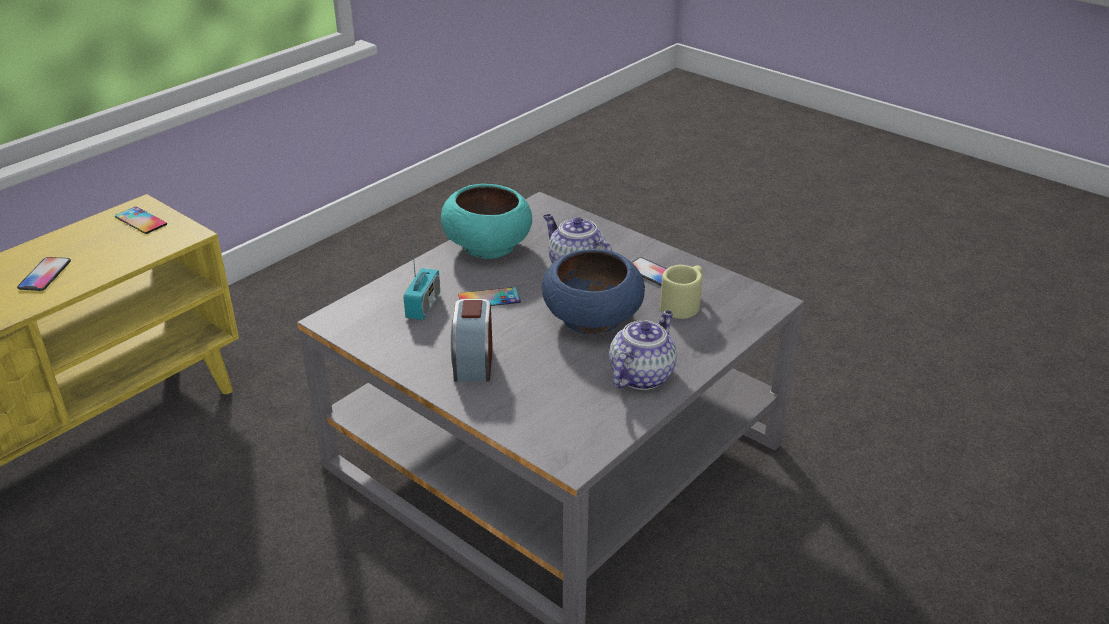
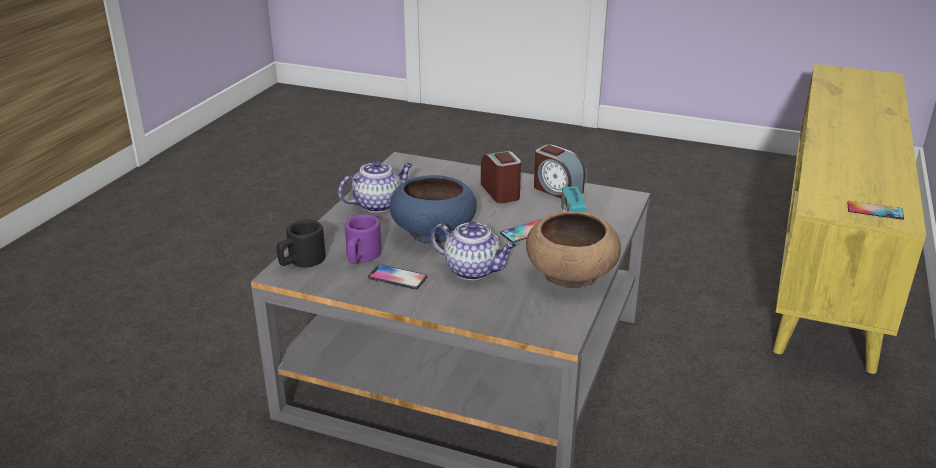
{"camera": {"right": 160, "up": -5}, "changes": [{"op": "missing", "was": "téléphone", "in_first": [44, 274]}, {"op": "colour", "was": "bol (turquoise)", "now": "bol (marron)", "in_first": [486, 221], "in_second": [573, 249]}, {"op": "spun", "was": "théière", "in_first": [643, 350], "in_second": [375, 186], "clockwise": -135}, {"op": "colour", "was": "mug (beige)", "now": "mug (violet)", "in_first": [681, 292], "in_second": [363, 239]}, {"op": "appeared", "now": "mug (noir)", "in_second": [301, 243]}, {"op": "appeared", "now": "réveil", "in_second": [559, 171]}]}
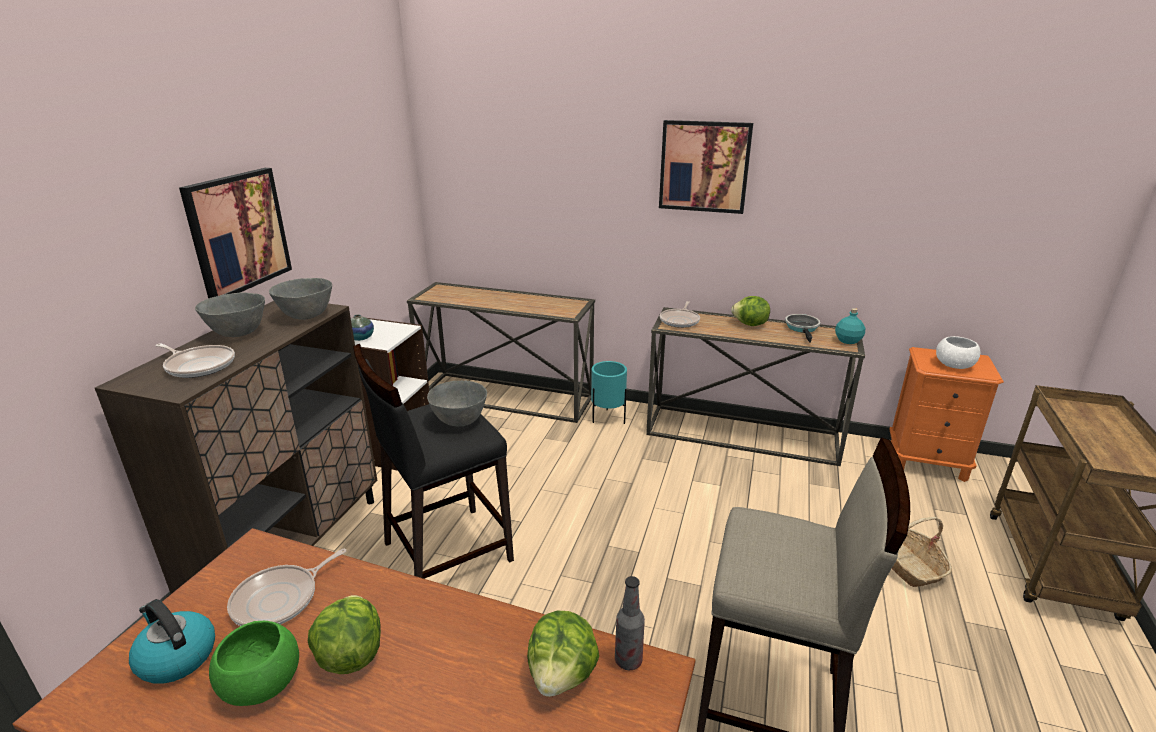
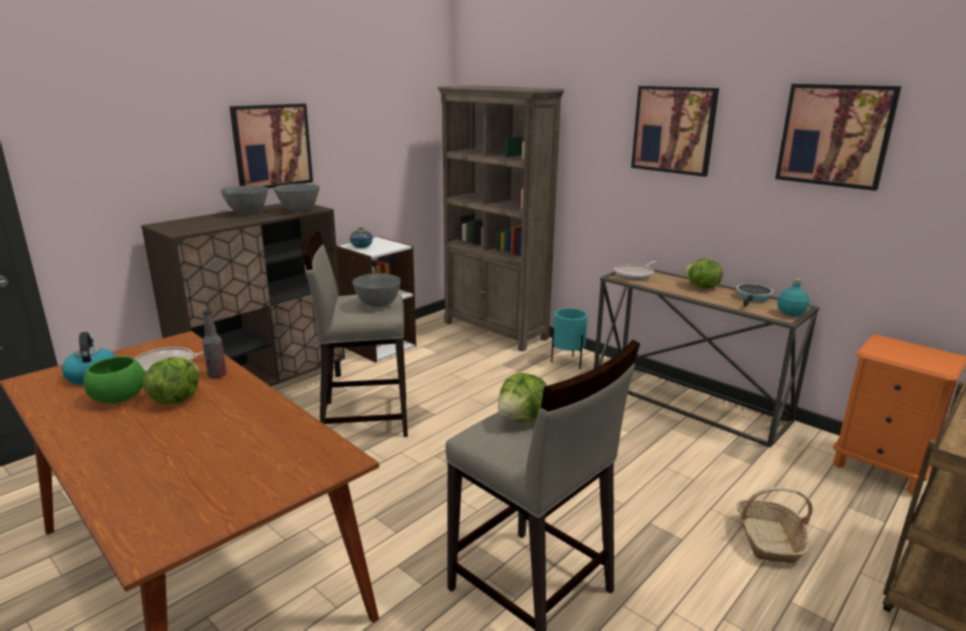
{"camera": {"right": 25, "up": -5}, "changes": [{"op": "missing", "was": "poêle", "in_first": [195, 360]}, {"op": "colour", "was": "tabouret (noir)", "now": "tabouret (beige)", "in_first": [433, 461], "in_second": [355, 334]}, {"op": "exchanged", "was": "table console", "now": "bibliothèque (marron)", "in_first": [501, 352], "in_second": [501, 218]}, {"op": "relocated", "was": "laitue", "in_first": [563, 654], "in_second": [522, 398]}, {"op": "relocated", "was": "bouteille", "in_first": [630, 623], "in_second": [214, 344]}, {"op": "missing", "was": "bol (blanc)", "in_first": [958, 352]}, {"op": "appeared", "now": "tableau", "in_second": [838, 137]}]}
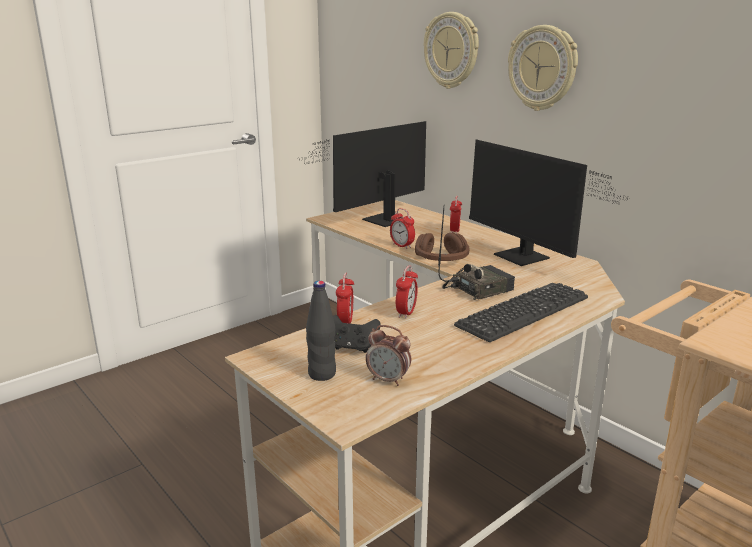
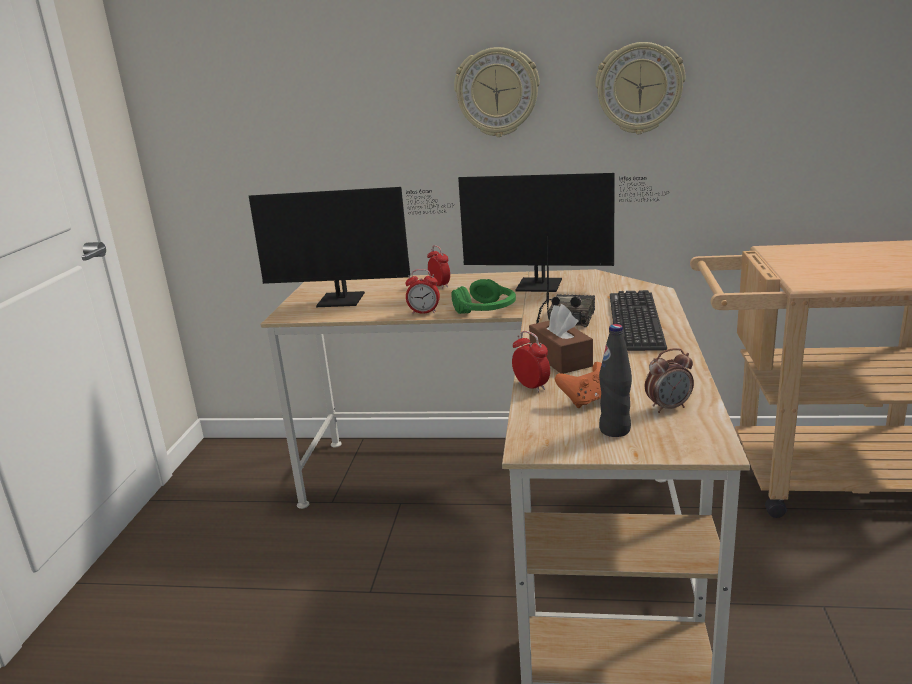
{"camera": {"right": -40, "up": 0}, "changes": [{"op": "spun", "was": "écran d'ordinateur", "in_first": [361, 174], "in_second": [351, 247], "clockwise": -90}, {"op": "colour", "was": "manette (noir)", "now": "manette (orange)", "in_first": [357, 334], "in_second": [578, 385]}, {"op": "exchanged", "was": "réveil", "now": "boîte à mouchoirs (marron)", "in_first": [407, 292], "in_second": [561, 339]}, {"op": "colour", "was": "casque audio (marron)", "now": "casque audio (vert)", "in_first": [442, 247], "in_second": [483, 296]}, {"op": "relocated", "was": "horloge murale", "in_first": [451, 50], "in_second": [640, 88]}]}
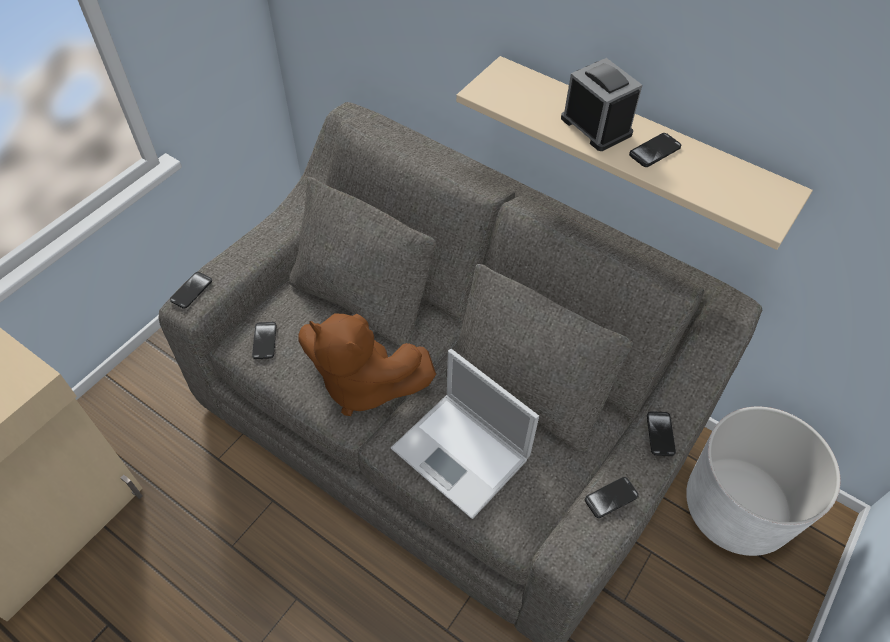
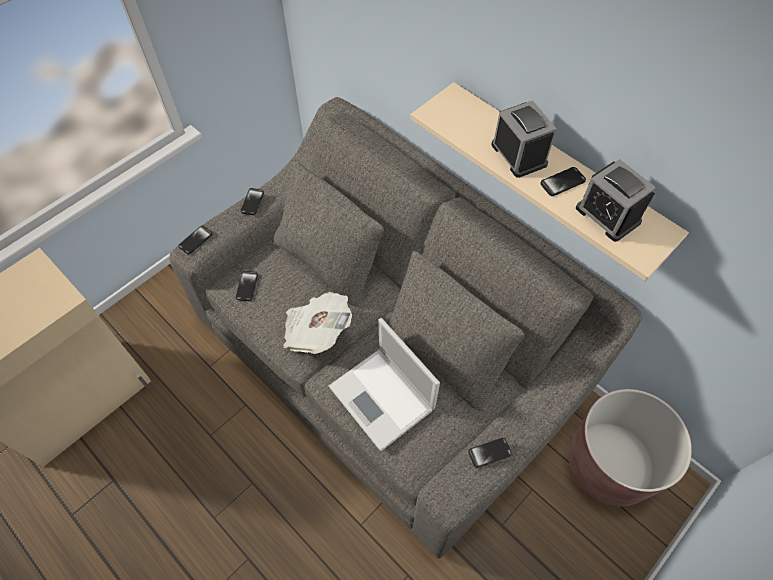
{"camera": {"right": 10, "up": 5}, "changes": [{"op": "exchanged", "was": "peluche (marron)", "now": "journal", "in_first": [367, 364], "in_second": [317, 323]}, {"op": "relocated", "was": "téléphone", "in_first": [661, 433], "in_second": [252, 201]}, {"op": "colour", "was": "cache-pot (blanc)", "now": "cache-pot (marron)", "in_first": [763, 481], "in_second": [630, 447]}, {"op": "appeared", "now": "réveil", "in_second": [616, 200]}]}
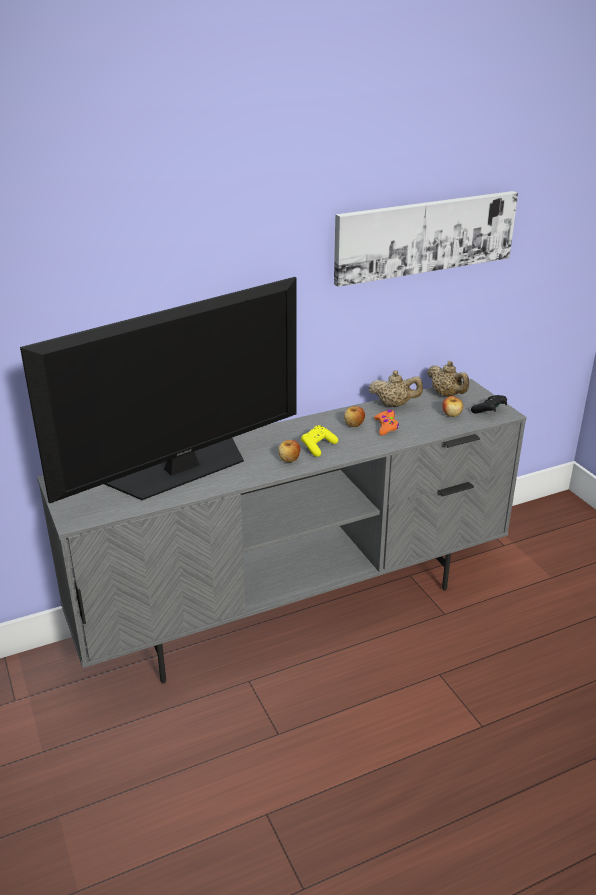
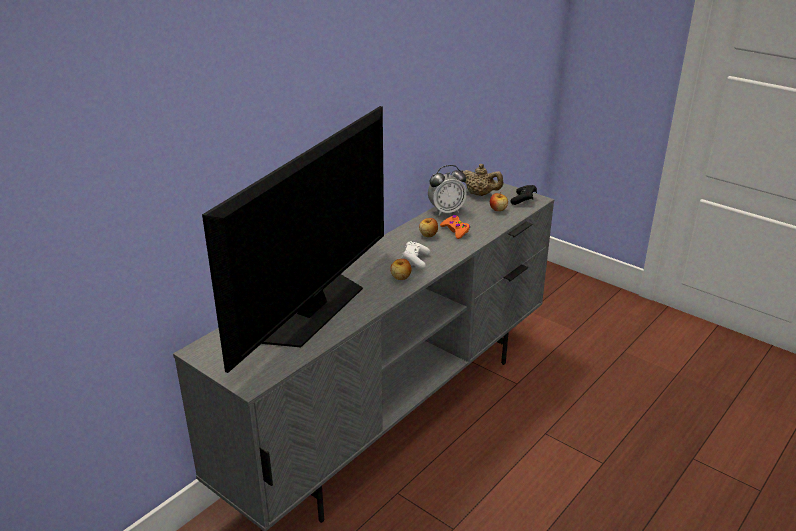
{"camera": {"right": -25, "up": 0}, "changes": [{"op": "colour", "was": "manette (jaune)", "now": "manette (blanc)", "in_first": [319, 441], "in_second": [416, 255]}, {"op": "missing", "was": "tableau", "in_first": [426, 239]}, {"op": "exchanged", "was": "théière (beige)", "now": "réveil", "in_first": [396, 389], "in_second": [447, 190]}]}
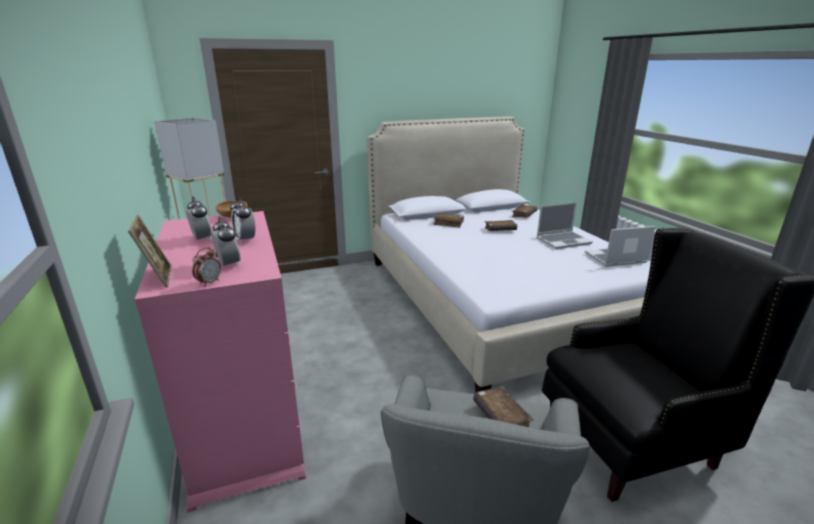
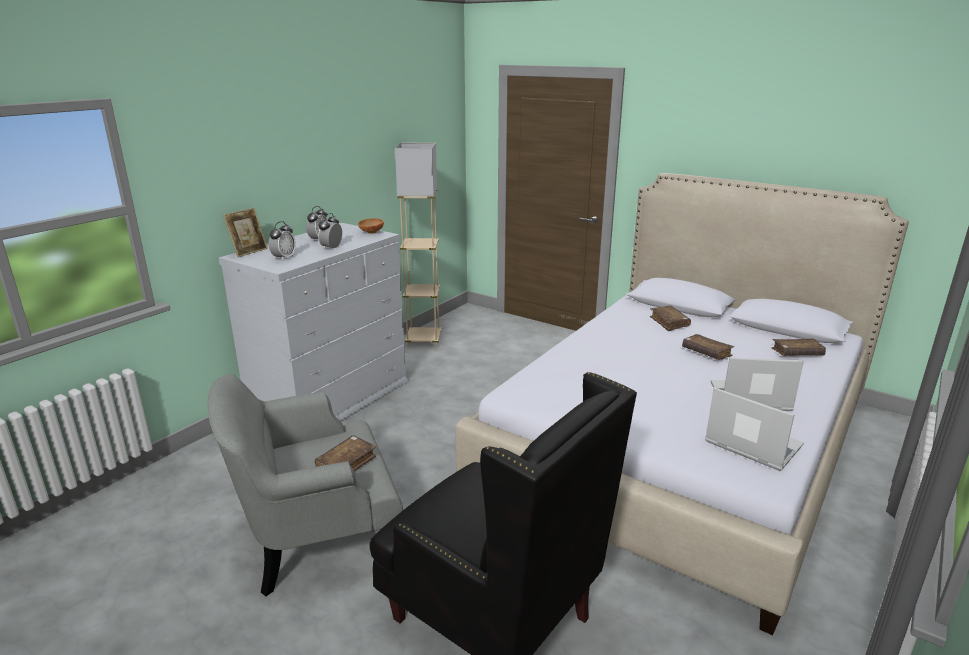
{"camera": {"right": 55, "up": 0}, "changes": [{"op": "colour", "was": "commode (rose)", "now": "commode (blanc)", "in_first": [220, 362], "in_second": [314, 322]}, {"op": "missing", "was": "réveil", "in_first": [206, 267]}, {"op": "spun", "was": "ordinateur portable", "in_first": [565, 225], "in_second": [757, 384], "clockwise": 150}]}
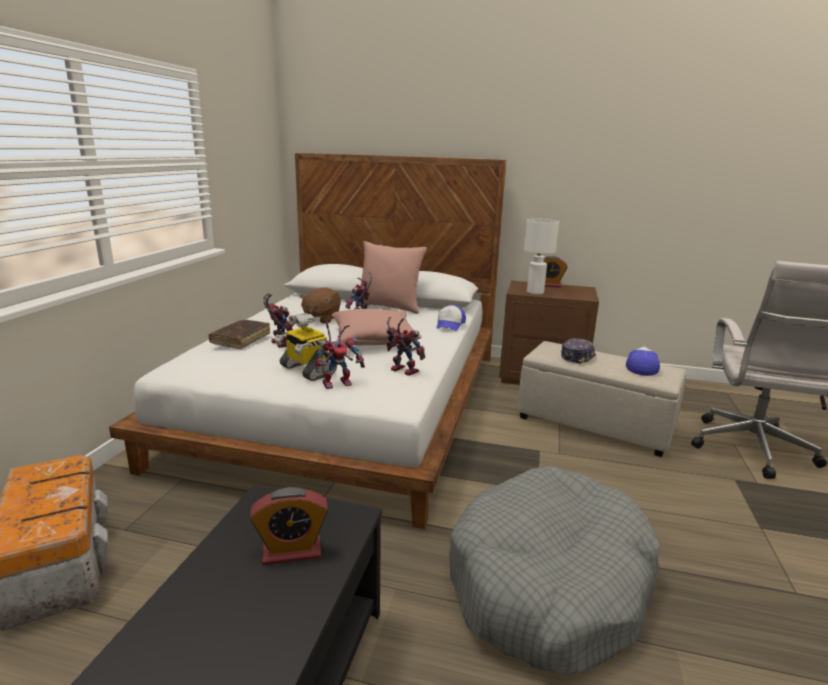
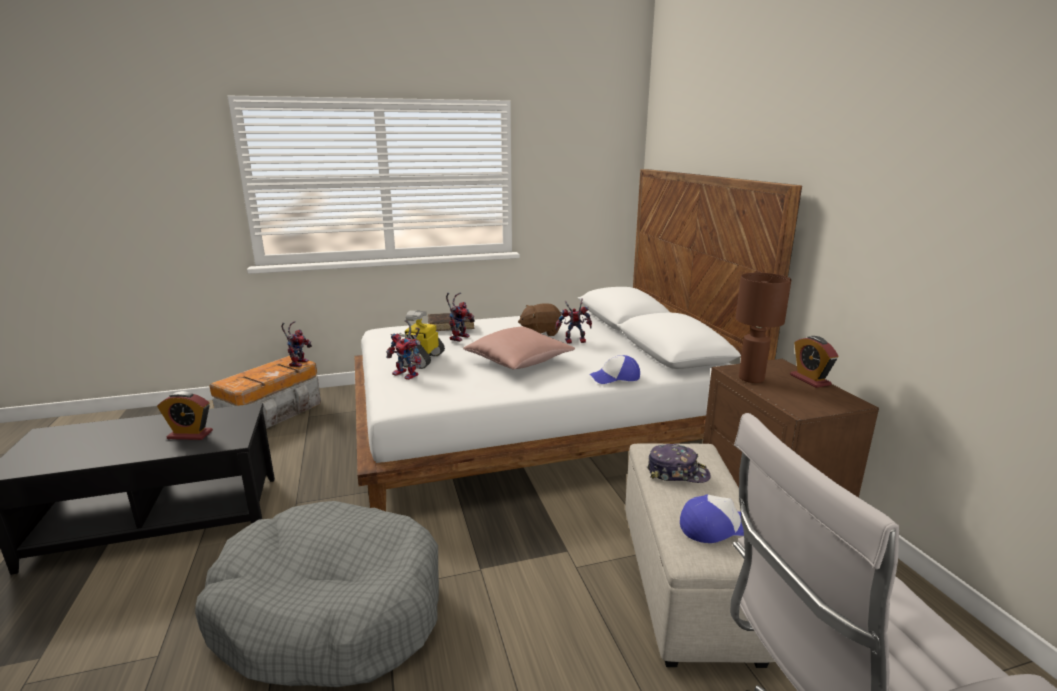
{"camera": {"right": 60, "up": 0}, "changes": [{"op": "spun", "was": "réveil", "in_first": [289, 526], "in_second": [185, 415], "clockwise": -45}, {"op": "missing", "was": "coussin (rose)", "in_first": [392, 277]}, {"op": "relocated", "was": "robot jouet", "in_first": [405, 346], "in_second": [296, 344]}, {"op": "colour", "was": "lampe de table (blanc)", "now": "lampe de table (marron)", "in_first": [541, 257], "in_second": [763, 328]}]}
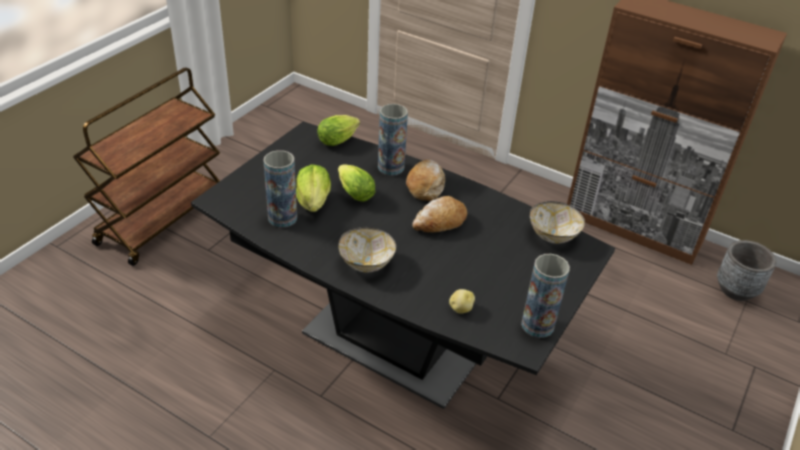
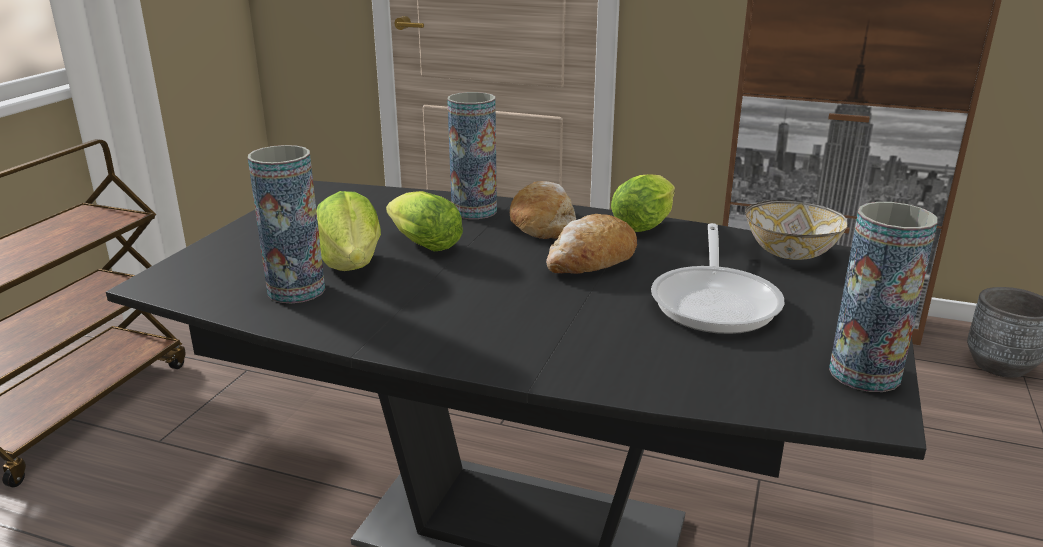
{"camera": {"right": -10, "up": -15}, "changes": [{"op": "relocated", "was": "laitue", "in_first": [338, 130], "in_second": [643, 203]}, {"op": "missing", "was": "bol", "in_first": [367, 249]}, {"op": "missing", "was": "pomme de terre", "in_first": [462, 301]}, {"op": "appeared", "now": "poêle", "in_second": [717, 278]}]}
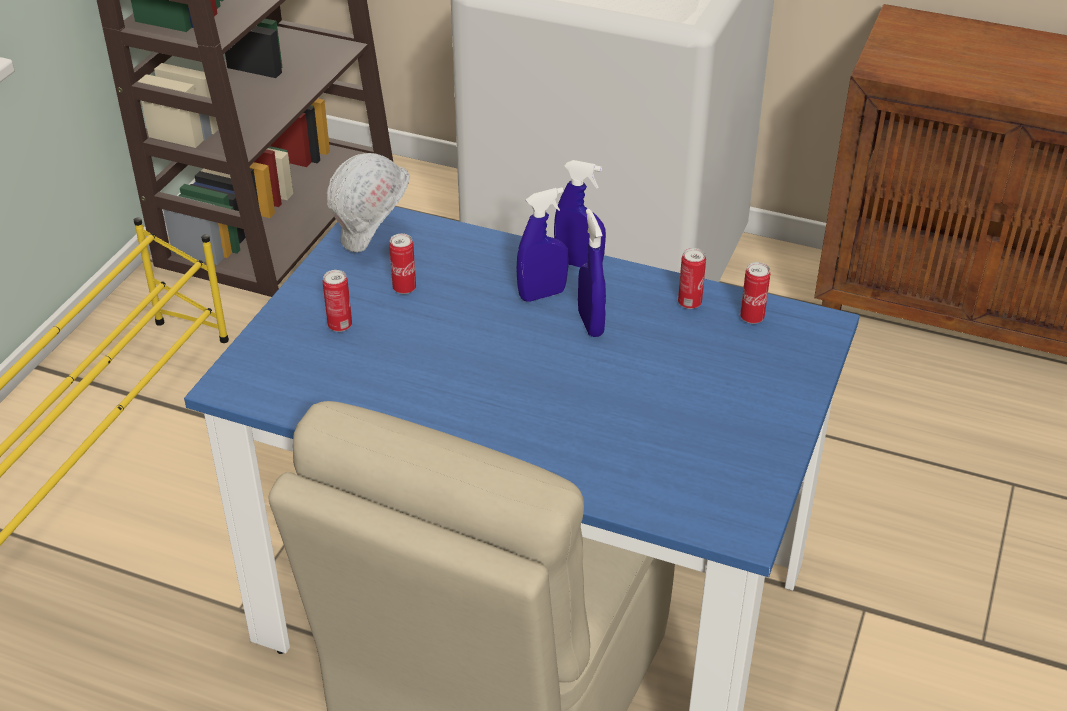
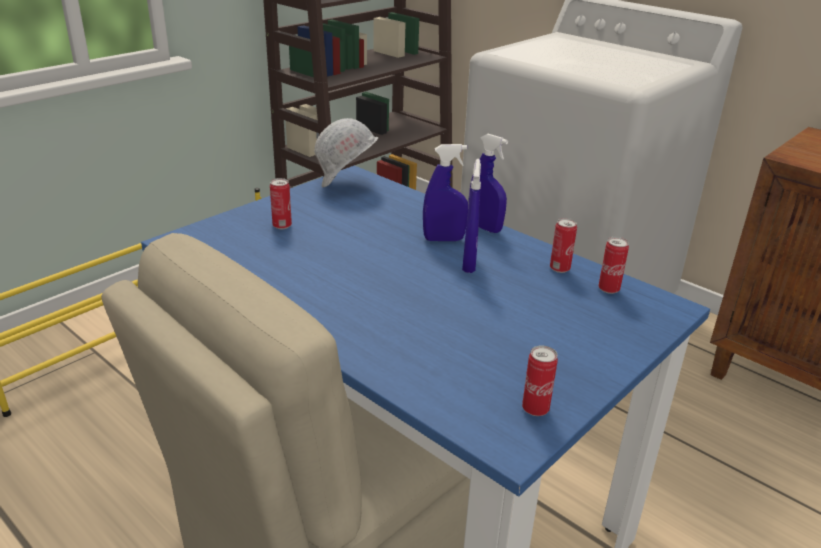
{"camera": {"right": 20, "up": -10}, "changes": [{"op": "relocated", "was": "boîte métallique", "in_first": [402, 263], "in_second": [540, 380]}]}
